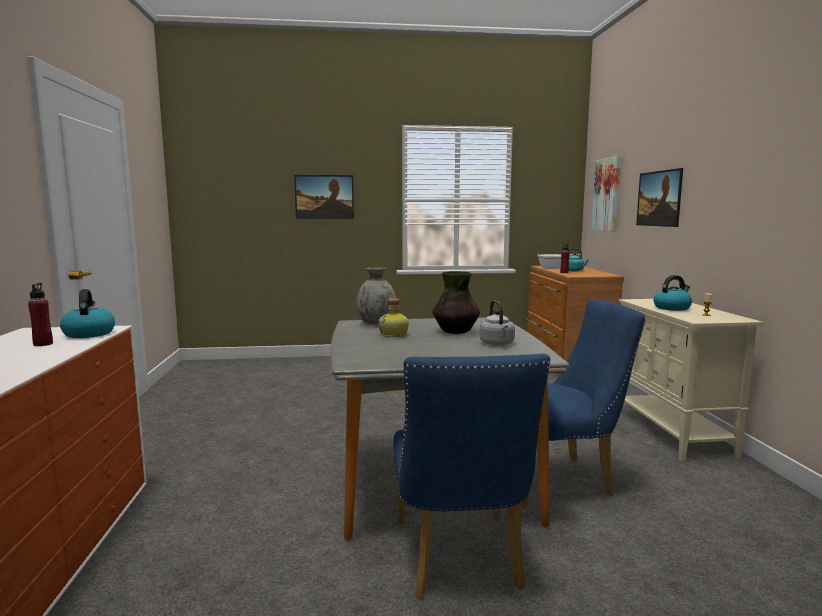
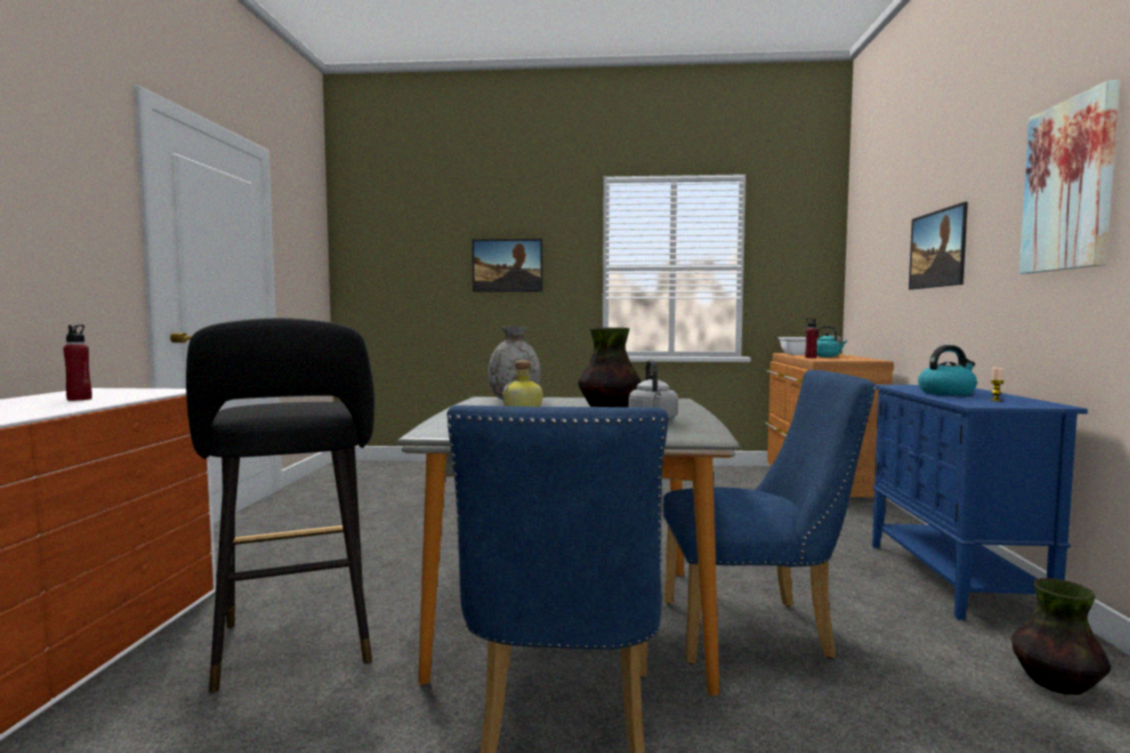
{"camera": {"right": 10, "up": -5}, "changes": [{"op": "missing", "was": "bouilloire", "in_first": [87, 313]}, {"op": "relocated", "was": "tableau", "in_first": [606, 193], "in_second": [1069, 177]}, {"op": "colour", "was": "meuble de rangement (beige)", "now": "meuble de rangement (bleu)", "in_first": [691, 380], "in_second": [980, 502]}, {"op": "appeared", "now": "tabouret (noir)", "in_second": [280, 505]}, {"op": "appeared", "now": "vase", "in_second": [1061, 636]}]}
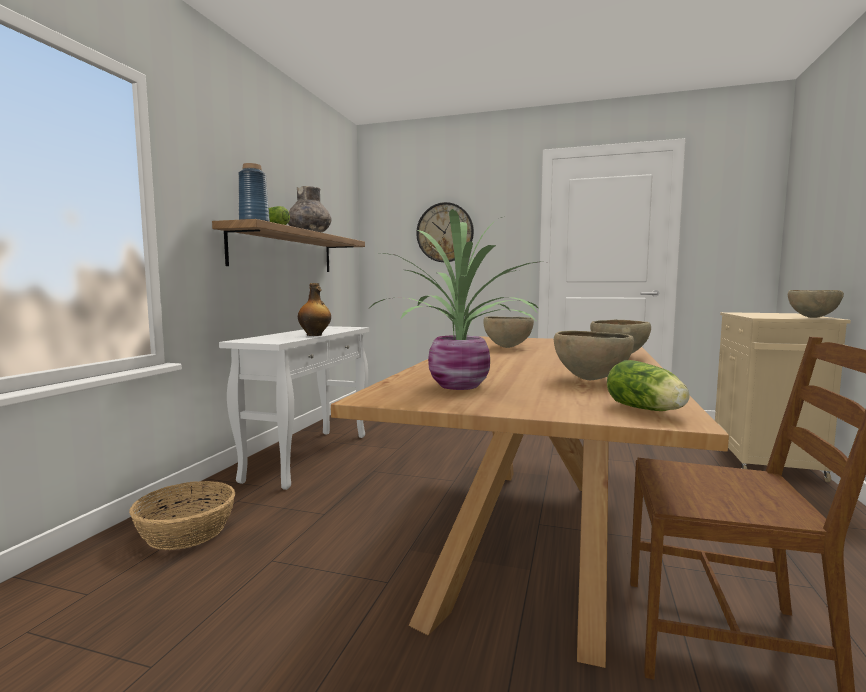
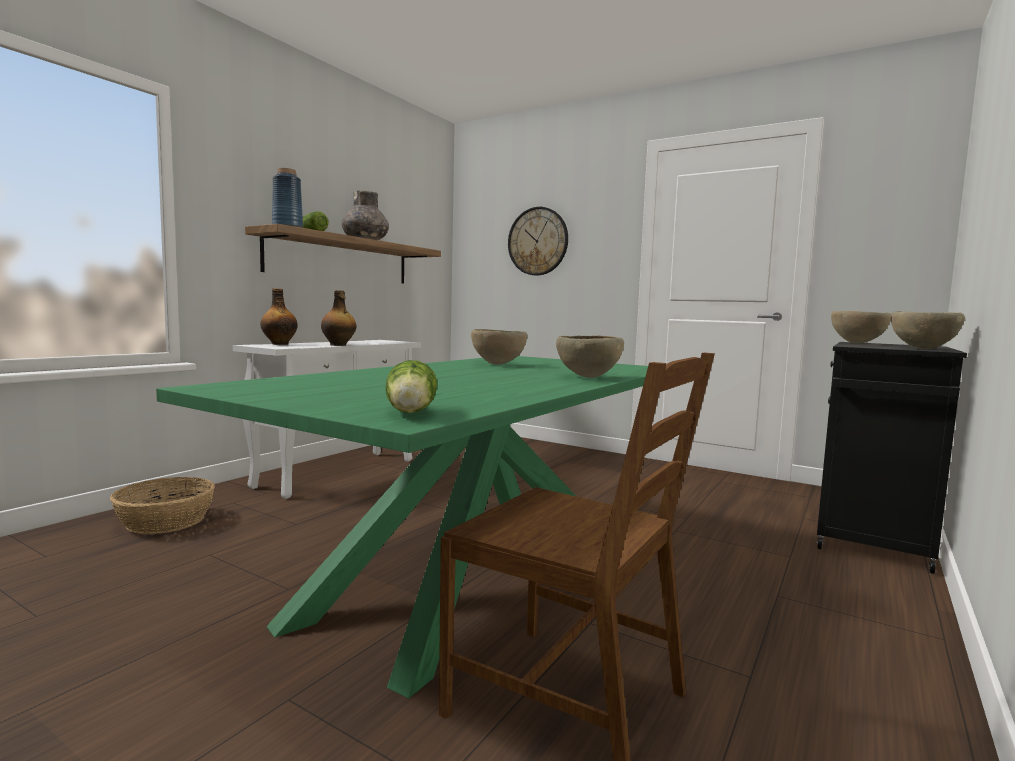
{"camera": {"right": 15, "up": 0}, "changes": [{"op": "colour", "was": "table à manger (marron)", "now": "table à manger (vert)", "in_first": [530, 502], "in_second": [402, 527]}, {"op": "missing", "was": "plante en pot", "in_first": [455, 299]}, {"op": "relocated", "was": "bol (marron)", "in_first": [594, 355], "in_second": [861, 327]}, {"op": "colour", "was": "meuble de rangement (beige)", "now": "meuble de rangement (noir)", "in_first": [783, 397], "in_second": [891, 458]}, {"op": "appeared", "now": "bouteille", "in_second": [279, 316]}]}
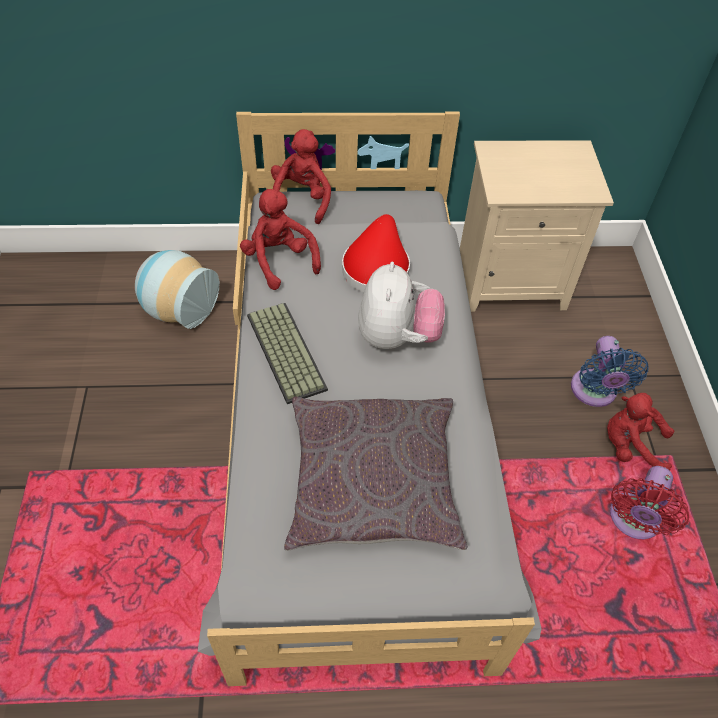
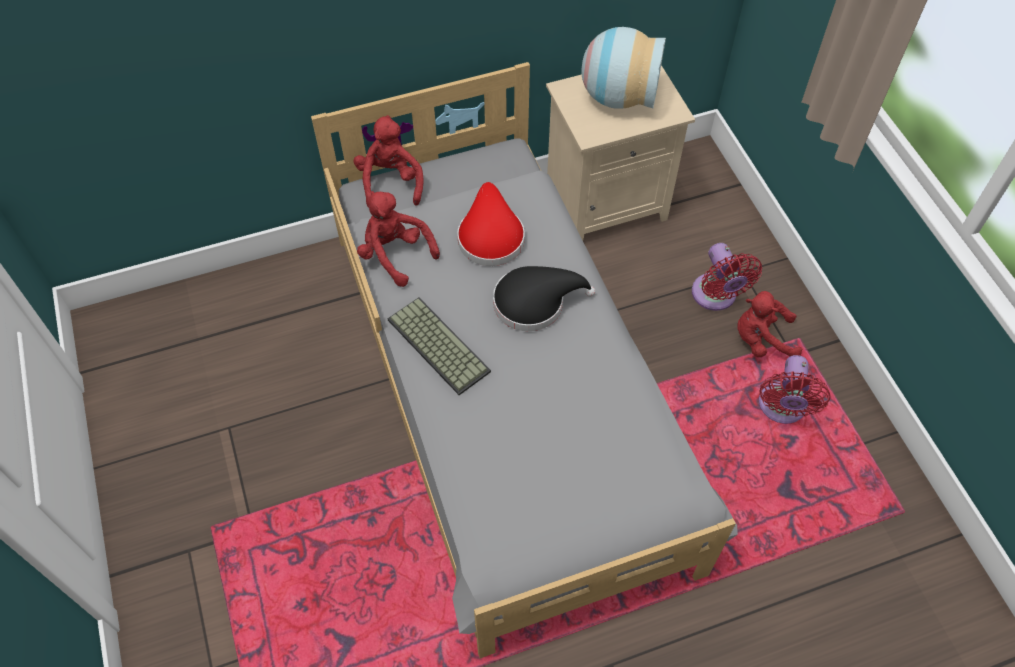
{"camera": {"right": -15, "up": 5}, "changes": [{"op": "relocated", "was": "vase", "in_first": [177, 289], "in_second": [623, 68]}, {"op": "missing", "was": "coussin (gris)", "in_first": [376, 473]}, {"op": "exchanged", "was": "peluche", "now": "chapeau (noir)", "in_first": [401, 305], "in_second": [544, 298]}, {"op": "colour", "was": "ventilateur (bleu)", "now": "ventilateur (rouge)", "in_first": [610, 371], "in_second": [727, 277]}]}
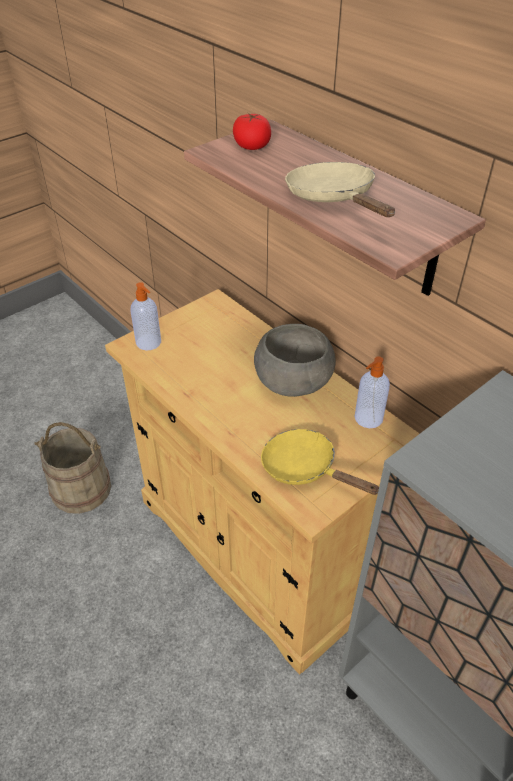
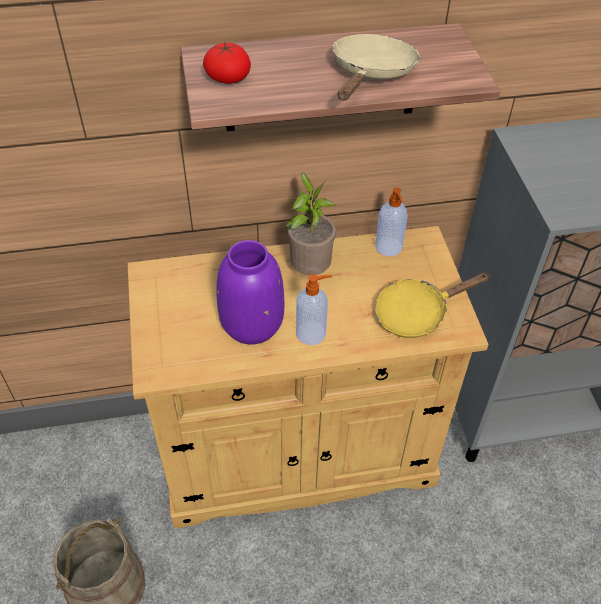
{"camera": {"right": -60, "up": 5}, "changes": [{"op": "relocated", "was": "distributeur de savon", "in_first": [146, 316], "in_second": [314, 309]}, {"op": "exchanged", "was": "bol (gris)", "now": "plante en pot", "in_first": [295, 360], "in_second": [311, 223]}, {"op": "spun", "was": "poêle (beige)", "in_first": [340, 189], "in_second": [376, 67], "clockwise": 105}, {"op": "appeared", "now": "vase (violet)", "in_second": [250, 292]}]}
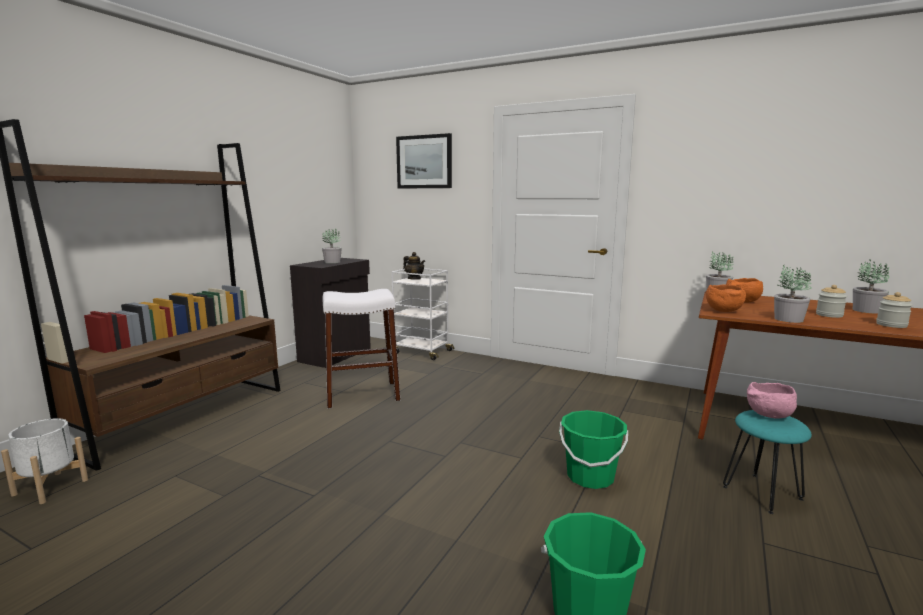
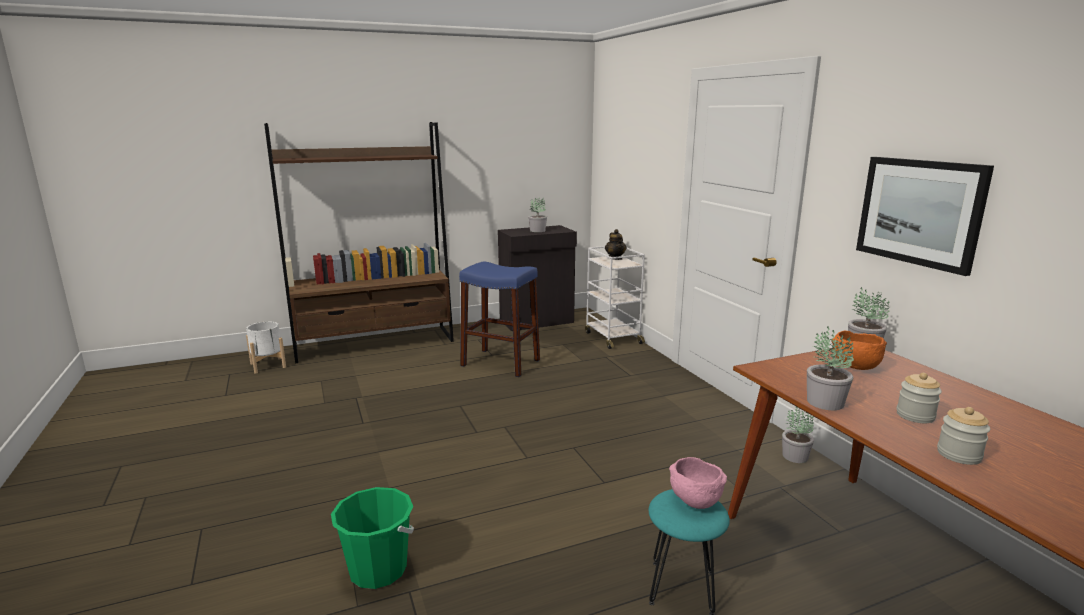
{"camera": {"right": 40, "up": 5}, "changes": [{"op": "colour", "was": "tabouret (blanc)", "now": "tabouret (bleu)", "in_first": [361, 349], "in_second": [499, 319]}, {"op": "relocated", "was": "tableau", "in_first": [424, 161], "in_second": [925, 216]}, {"op": "missing", "was": "seau (vert)", "in_first": [593, 449]}, {"op": "missing", "was": "bol (orange)", "in_first": [726, 298]}, {"op": "relocated", "was": "plante en pot", "in_first": [871, 286], "in_second": [798, 435]}]}
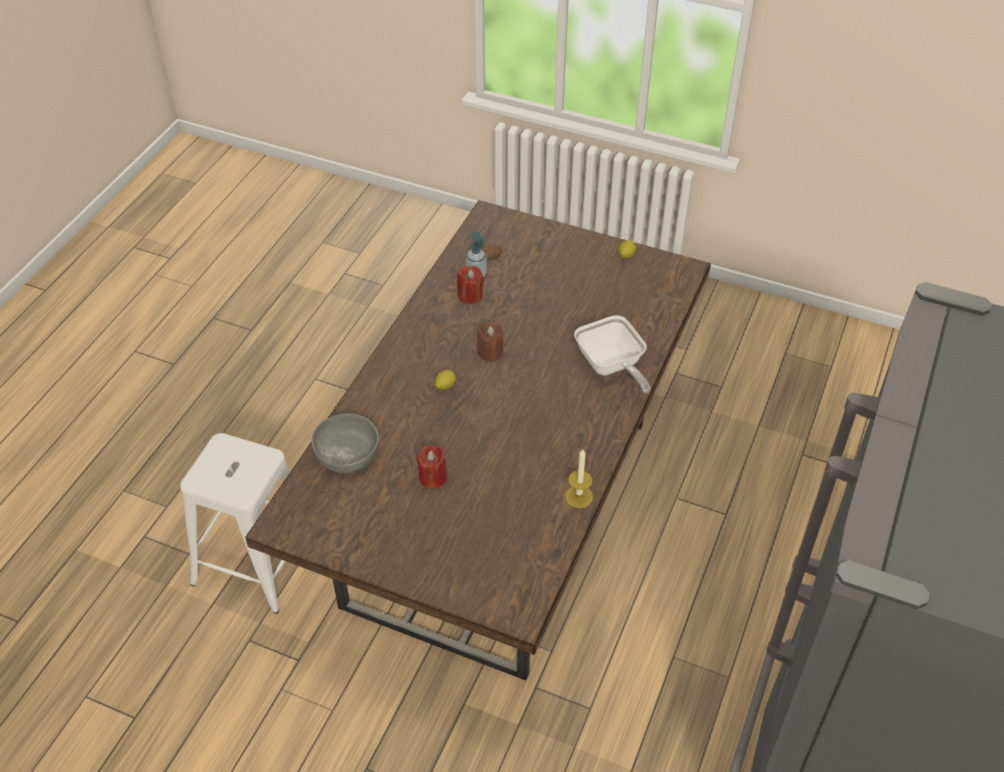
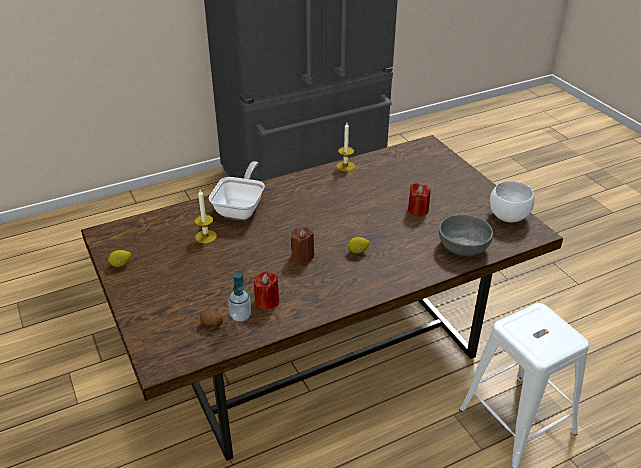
{"camera": {"right": -140, "up": -10}, "changes": [{"op": "appeared", "now": "bougie", "in_second": [206, 217]}, {"op": "appeared", "now": "bol (blanc)", "in_second": [512, 201]}]}
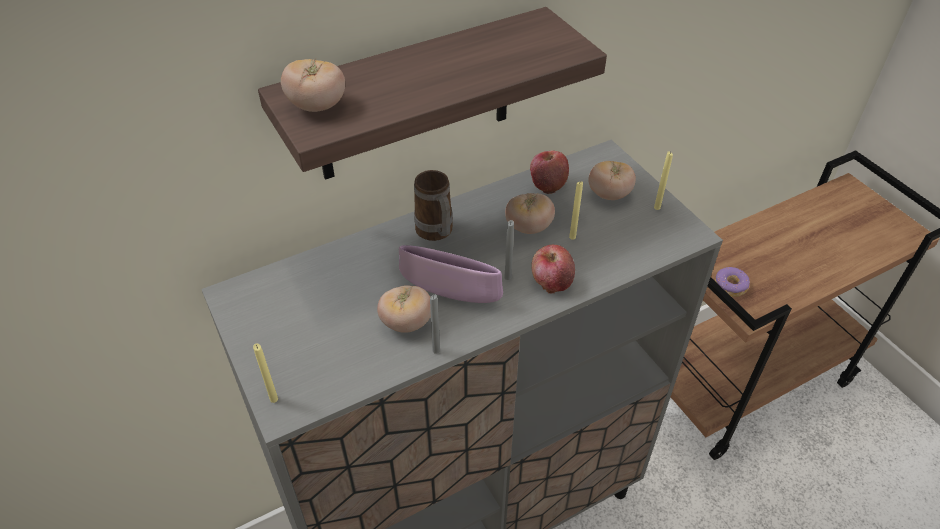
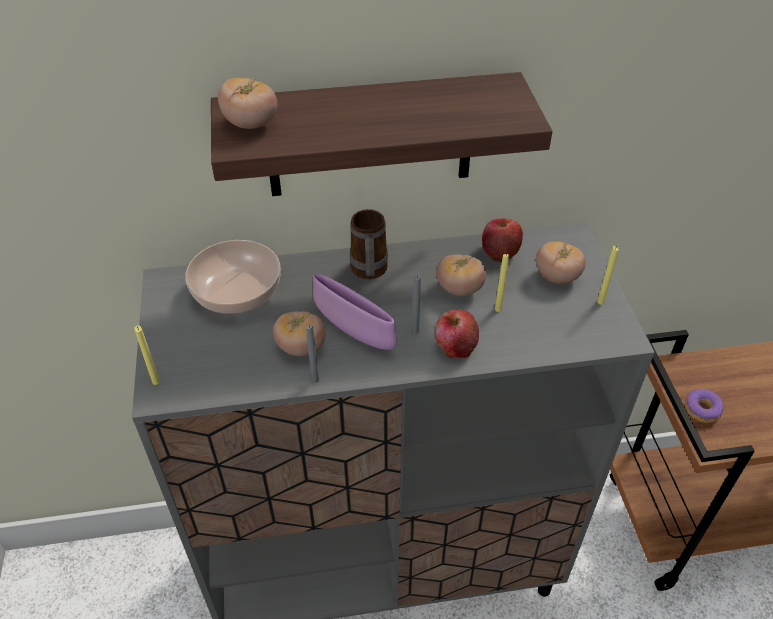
{"camera": {"right": 20, "up": 0}, "changes": [{"op": "appeared", "now": "bol", "in_second": [233, 277]}]}
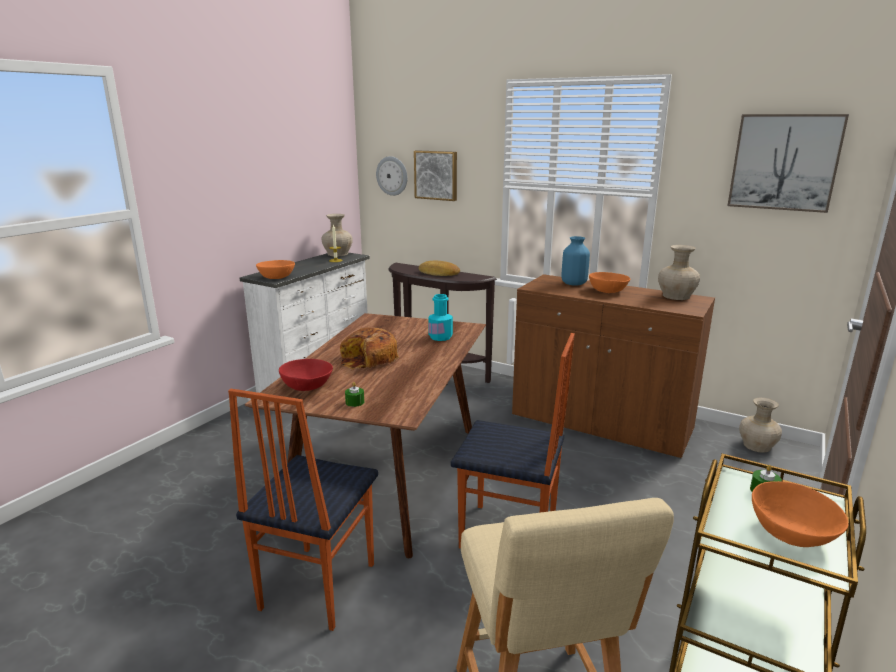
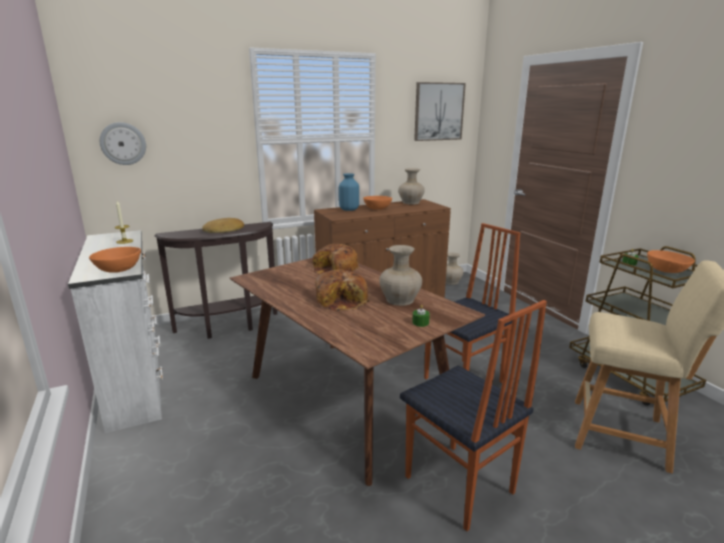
{"camera": {"right": -55, "up": 0}, "changes": [{"op": "missing", "was": "bol (rouge)", "in_first": [306, 375]}, {"op": "relocated", "was": "vase (beige)", "in_first": [337, 235], "in_second": [400, 275]}, {"op": "missing", "was": "tableau", "in_first": [435, 175]}, {"op": "exchanged", "was": "bouteille (turquoise)", "now": "pain", "in_first": [440, 317], "in_second": [336, 259]}]}
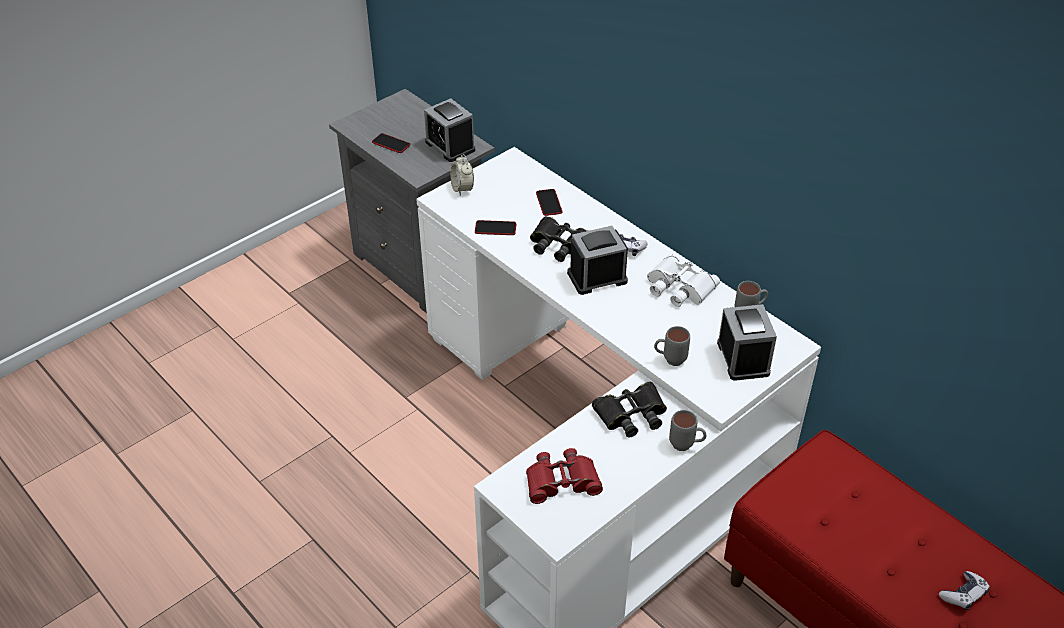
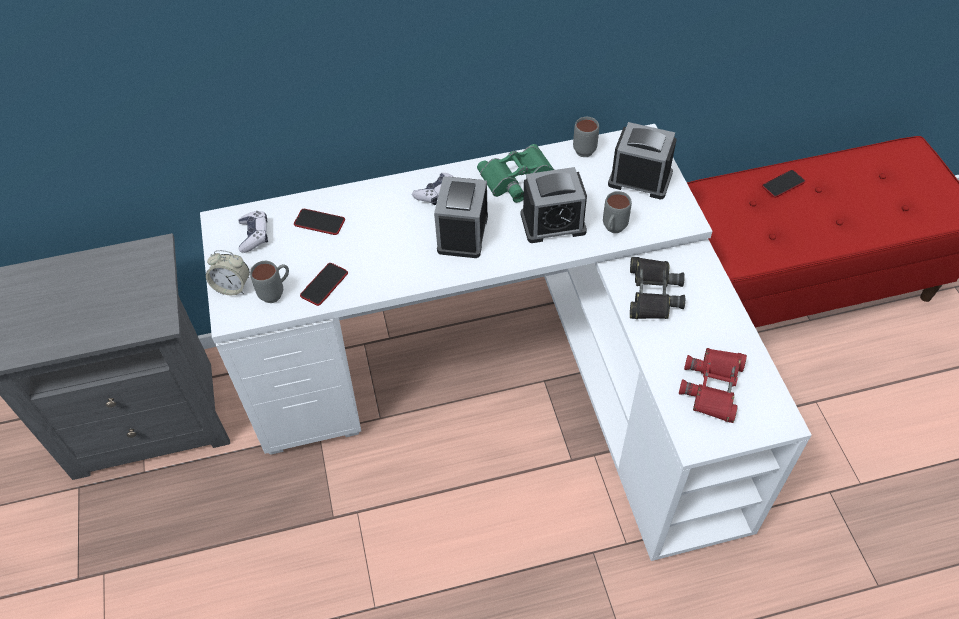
{"camera": {"right": -60, "up": 10}, "changes": [{"op": "relocated", "was": "téléphone", "in_first": [391, 143], "in_second": [783, 184]}, {"op": "relocated", "was": "réveil", "in_first": [449, 130], "in_second": [554, 205]}, {"op": "missing", "was": "jumelles (noir)", "in_first": [559, 239]}, {"op": "colour", "was": "jumelles (blanc)", "now": "jumelles (vert)", "in_first": [683, 280], "in_second": [515, 173]}, {"op": "relocated", "was": "mug (gris)", "in_first": [687, 430], "in_second": [269, 282]}, {"op": "relocated", "was": "manette", "in_first": [964, 590], "in_second": [253, 232]}]}
